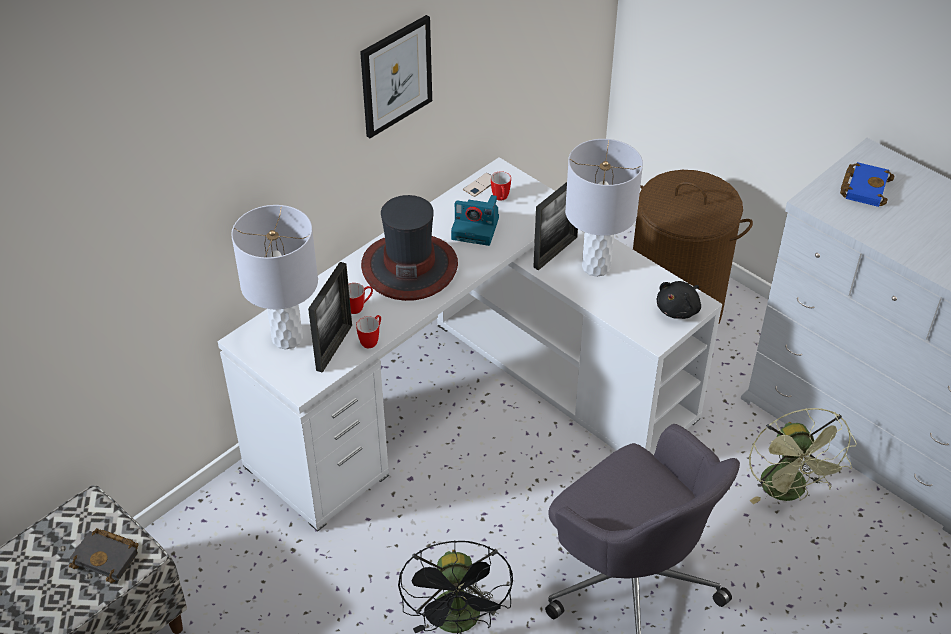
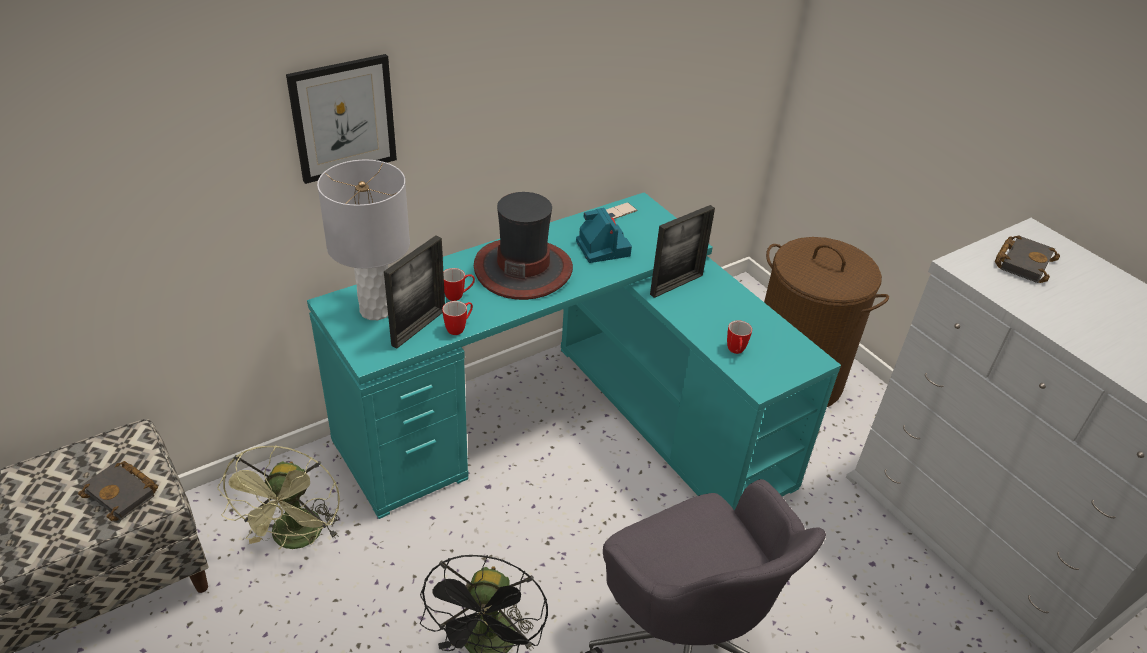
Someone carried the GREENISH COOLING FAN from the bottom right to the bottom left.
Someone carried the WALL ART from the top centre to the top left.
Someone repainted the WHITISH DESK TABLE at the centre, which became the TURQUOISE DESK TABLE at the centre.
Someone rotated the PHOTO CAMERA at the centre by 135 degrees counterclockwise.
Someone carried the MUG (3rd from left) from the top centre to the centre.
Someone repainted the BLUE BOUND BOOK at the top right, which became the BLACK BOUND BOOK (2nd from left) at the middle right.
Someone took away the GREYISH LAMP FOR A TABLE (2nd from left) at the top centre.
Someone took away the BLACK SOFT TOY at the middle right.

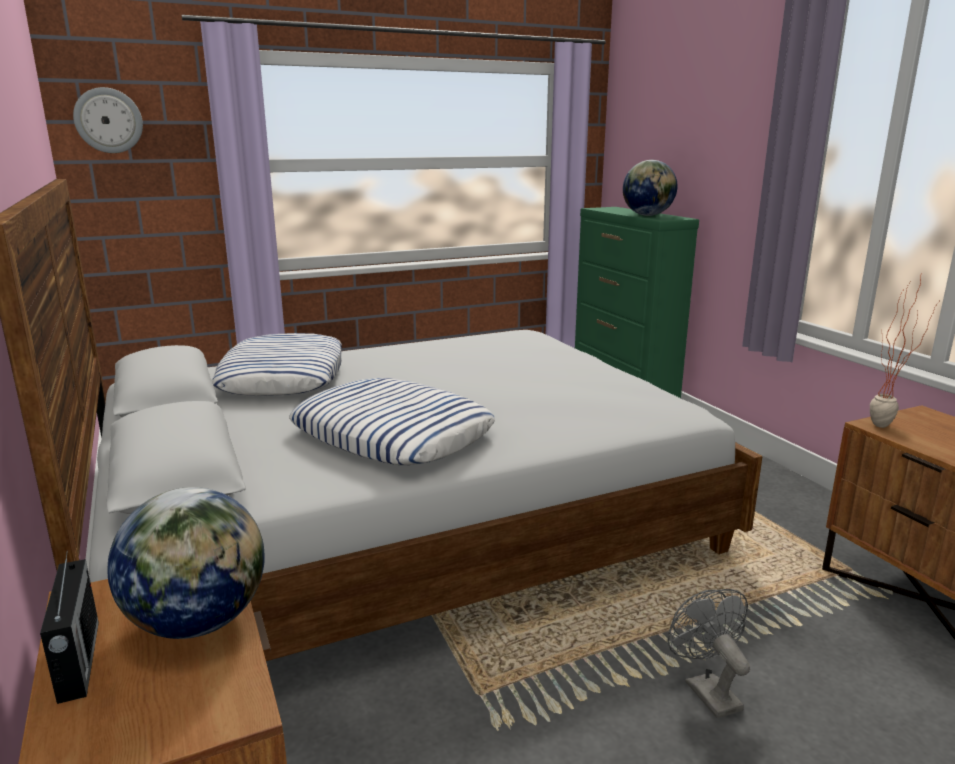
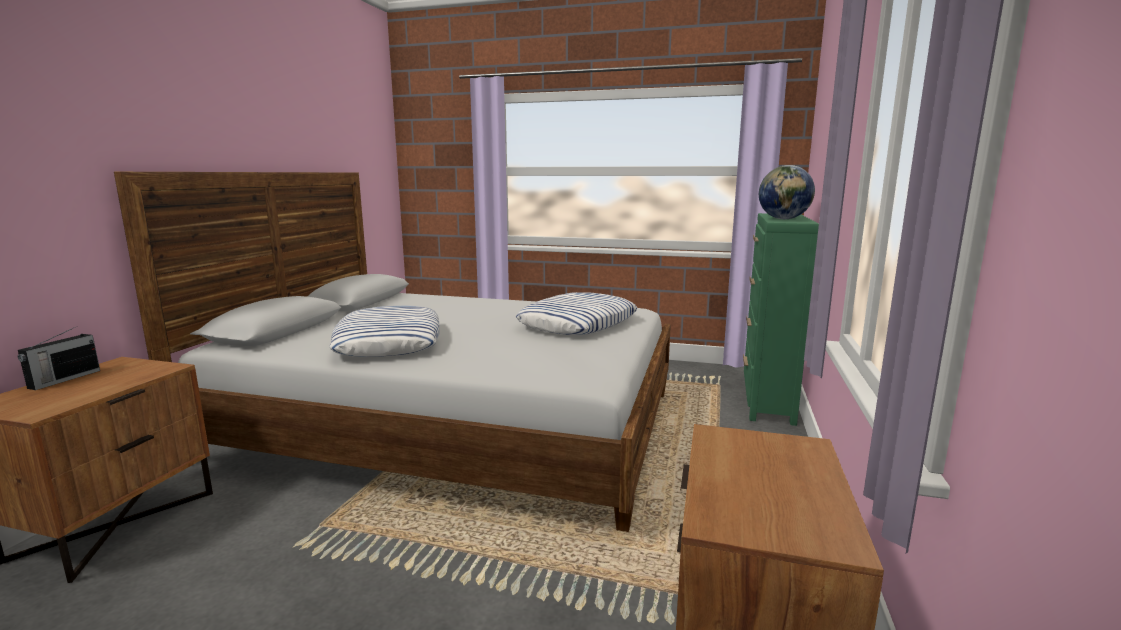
Someone carried the THROW PILLOW (1st from left in the first image) from the middle left to the centre.
Someone took away the CLOCK ON THE WALL at the top left.
Someone took away the WORLD GLOBE (1st from left) at the bottom left.
Someone took away the GREYISH COOLING FAN at the bottom right.
Someone took away the POTTED PLANT at the middle right.

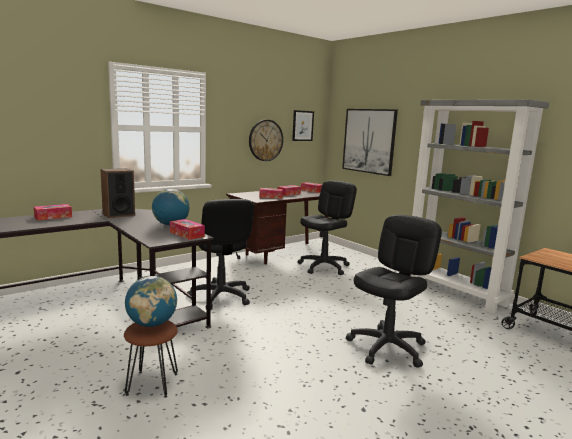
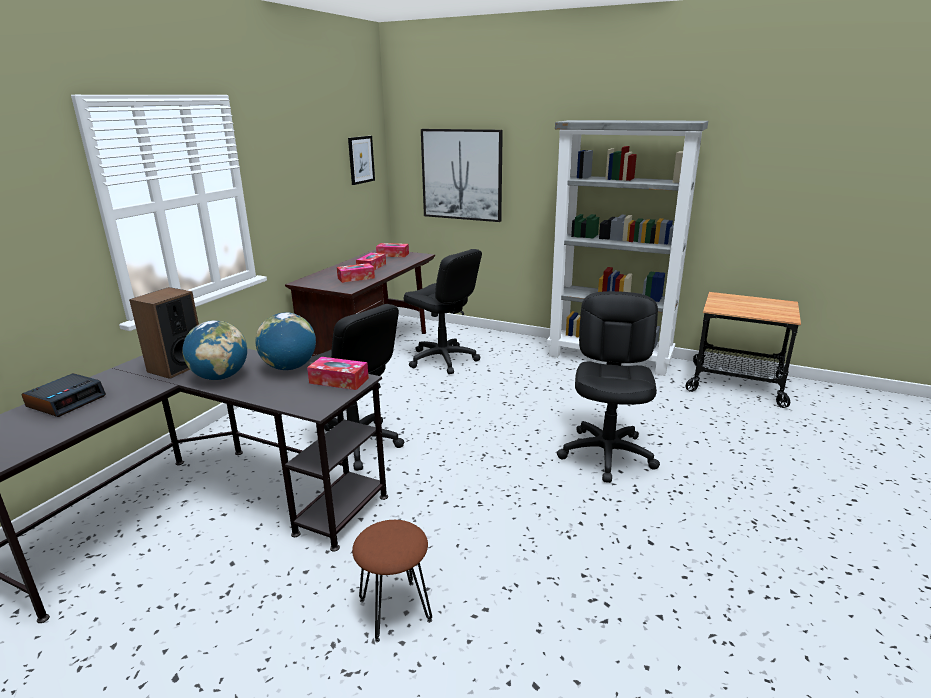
Someone swapped the TISSUE BOX (1st from left) at the middle left for the BEDSIDE CLOCK at the middle left.
Someone carried the WORLD GLOBE (1st from left) from the bottom left to the middle left.
Someone rotated the BLACK DESK CHAIR (2nd from left) at the centre by 120 degrees clockwise.
Someone took away the CLOCK ON THE WALL at the top centre.

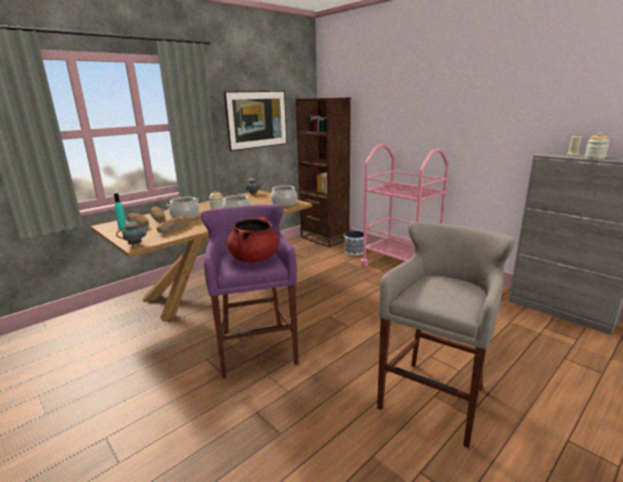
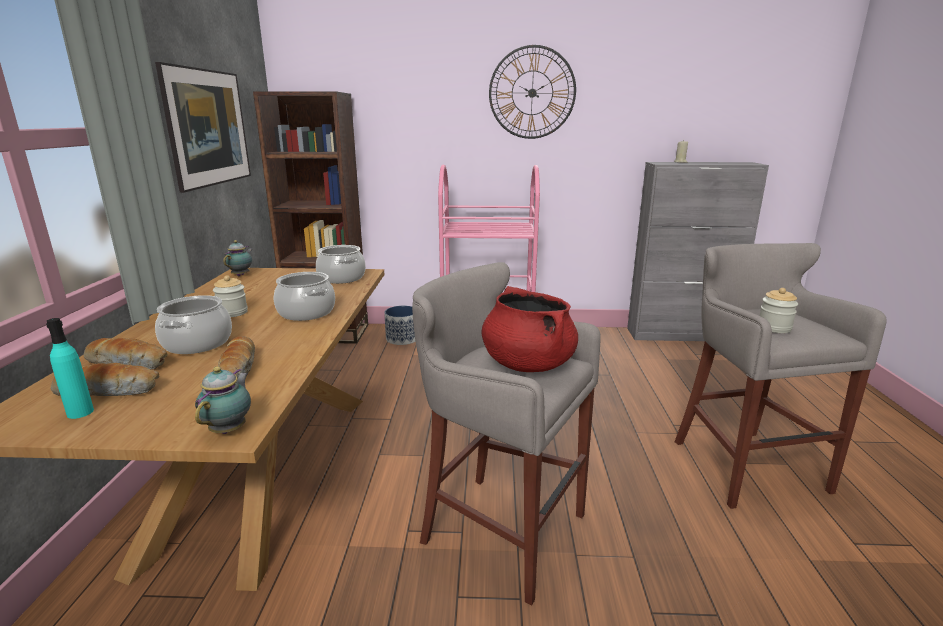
Someone repainted the PURPLE STOOL SEAT at the centre, which became the GREYISH STOOL SEAT (1st from left) at the bottom centre.
Someone put up the CLOCK ON THE WALL at the top centre.
Someone carried the PRESERVE JAR (2nd from left) from the top right to the middle right.

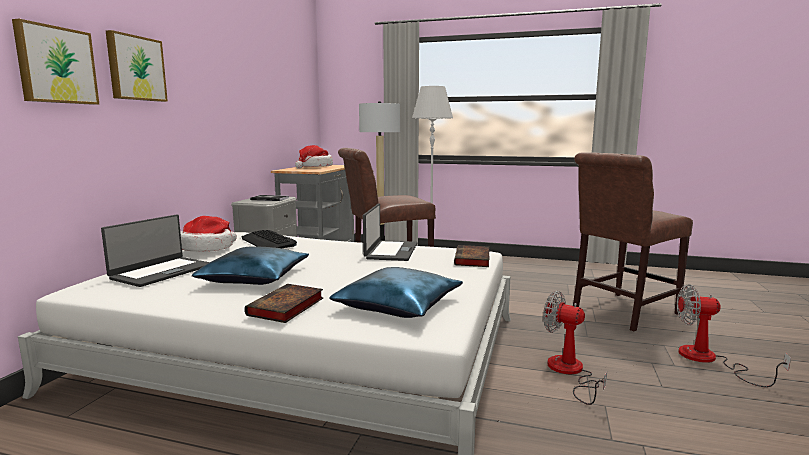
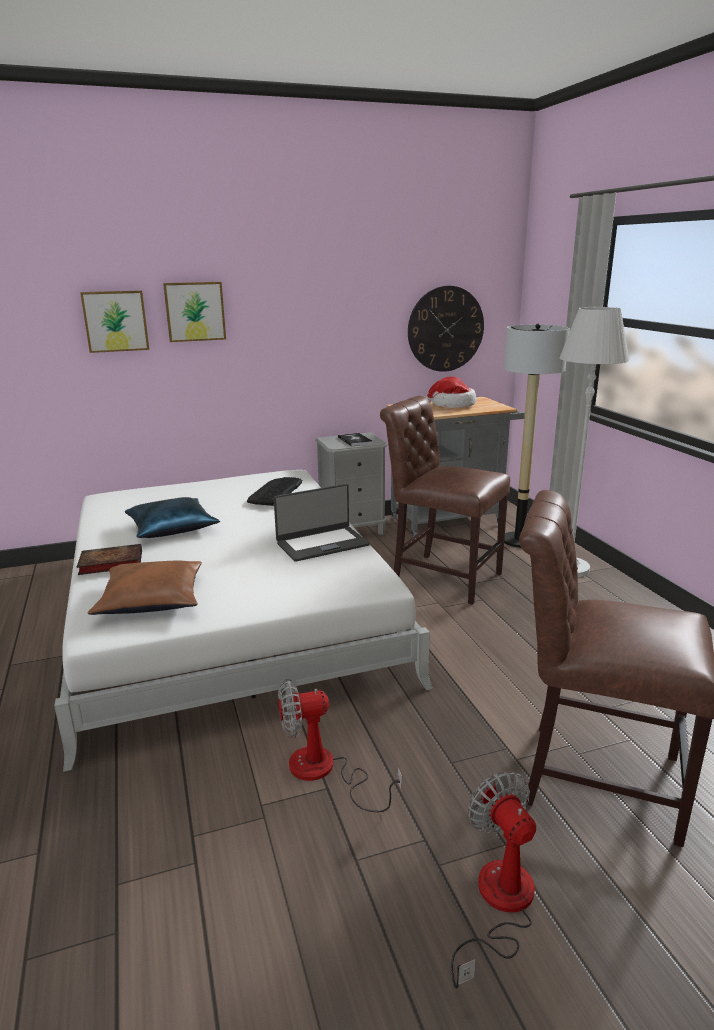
Someone repainted the BLUE THROW PILLOW (2nd from left) at the centre, which became the BROWNISH THROW PILLOW at the middle left.
Someone rotated the COOLING FAN (1st from left) at the bottom right by 105 degrees counterclockwise.
Someone put up the CLOCK ON THE WALL at the top centre.
Someone took away the LAPTOP (1st from left) at the middle left.
Someone took away the WEARABLE HAT (1st from left) at the middle left.
Someone took away the BOUND BOOK (3rd from left) at the centre.

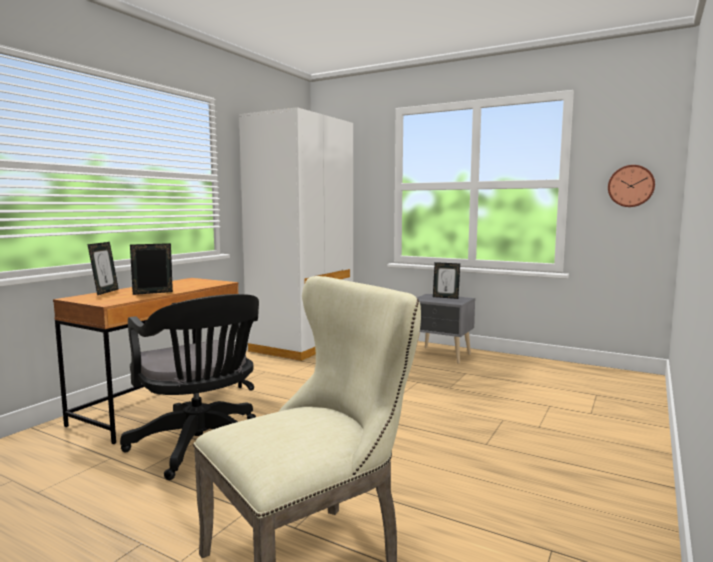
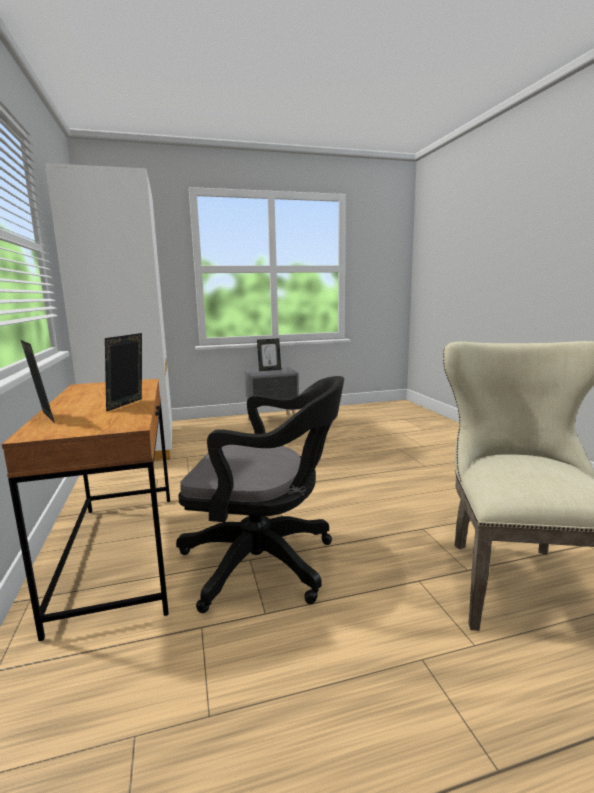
Someone took away the CLOCK ON THE WALL at the top right.

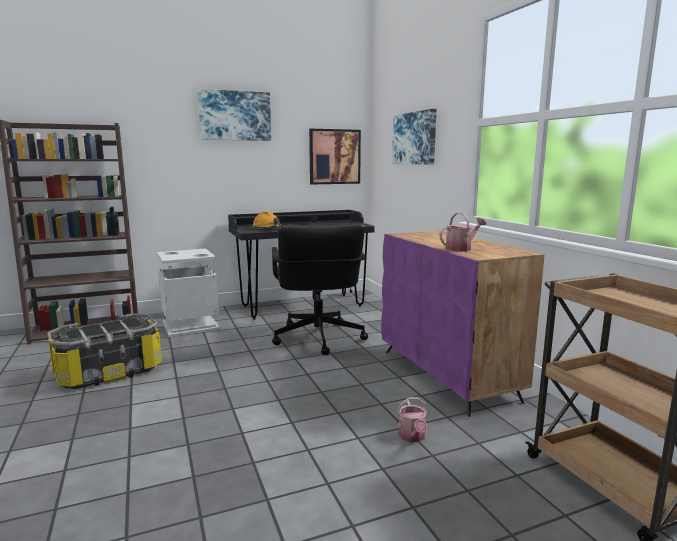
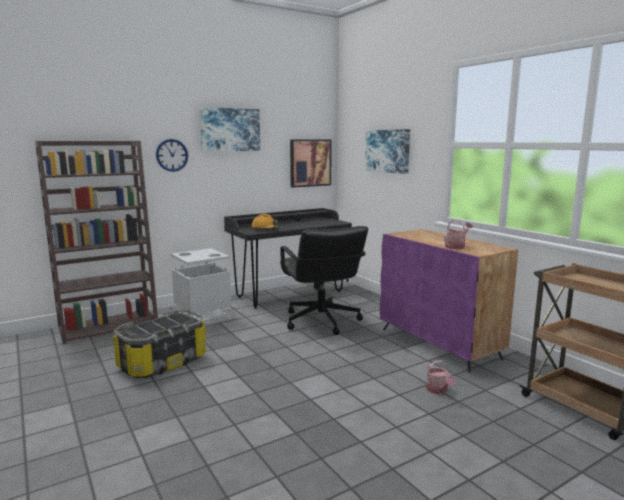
Someone put up the CLOCK ON THE WALL at the top left.

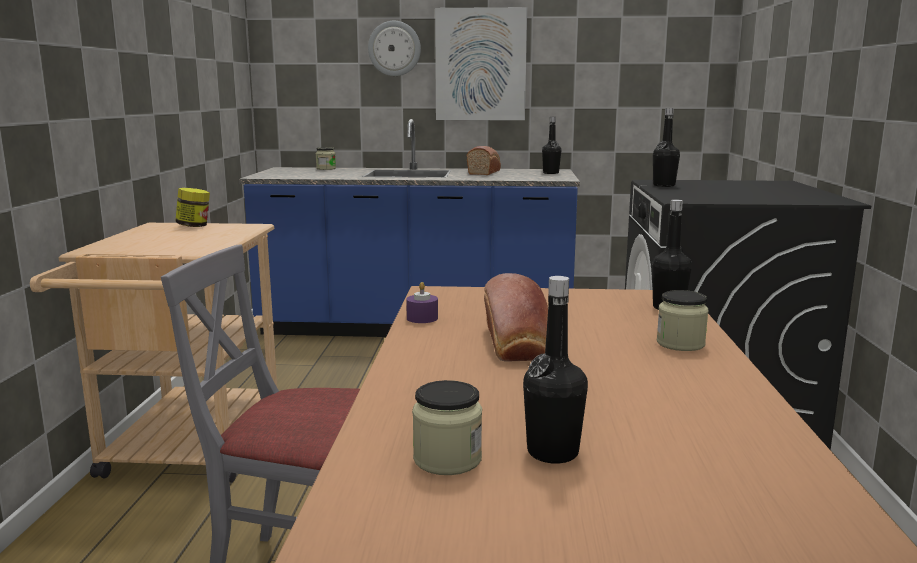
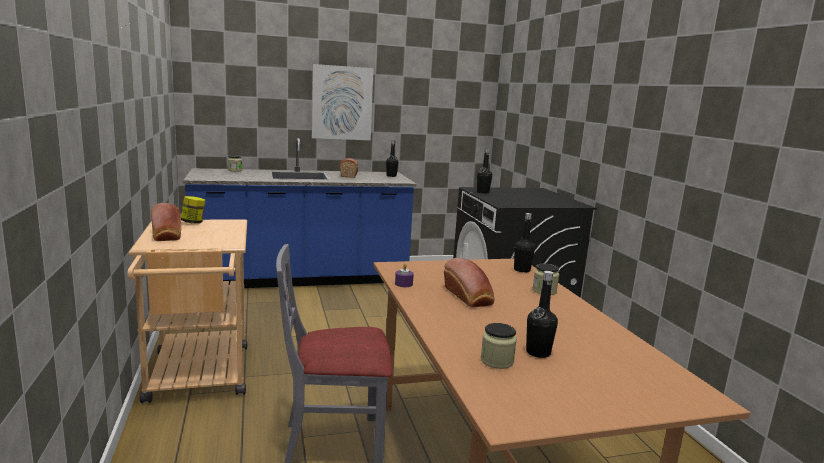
Someone put down the BAKED BREAD (1st from left) at the middle left.
Someone took away the CLOCK ON THE WALL at the top centre.

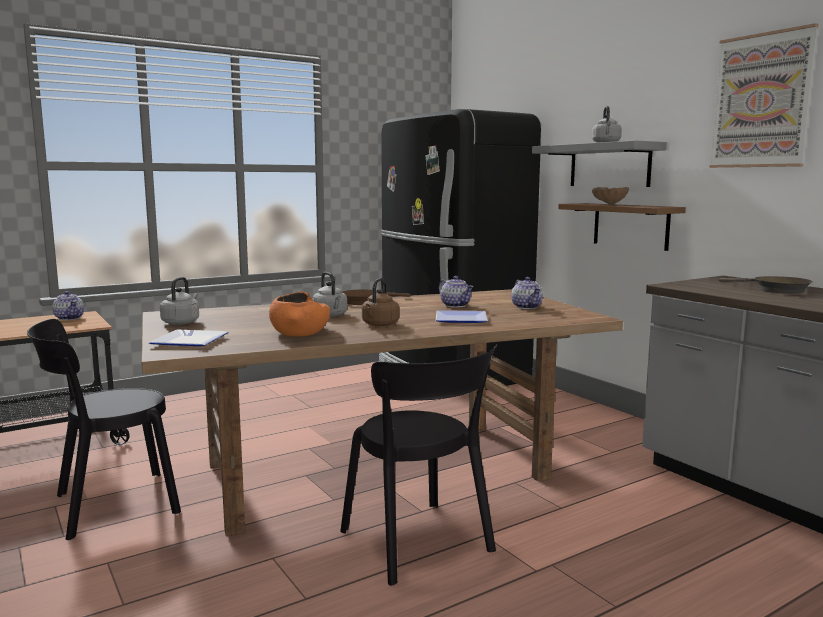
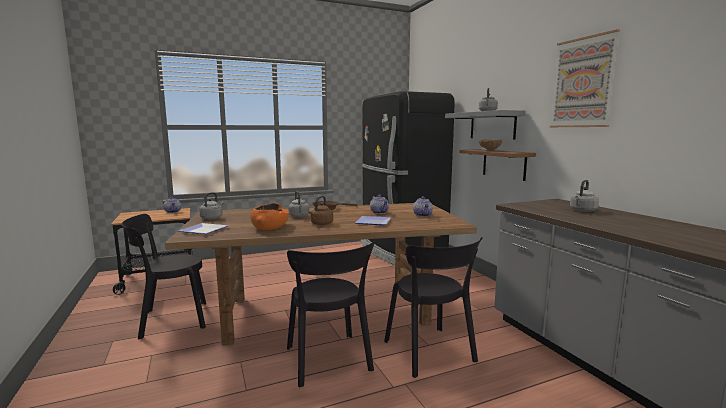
Someone put down the BLACK PLAIN CHAIR (3rd from left) at the bottom centre.
Someone swapped the BROWNISH FRYING PAN (2nd from left) at the middle right for the GREYISH WATER KETTLE (4th from left) at the middle right.

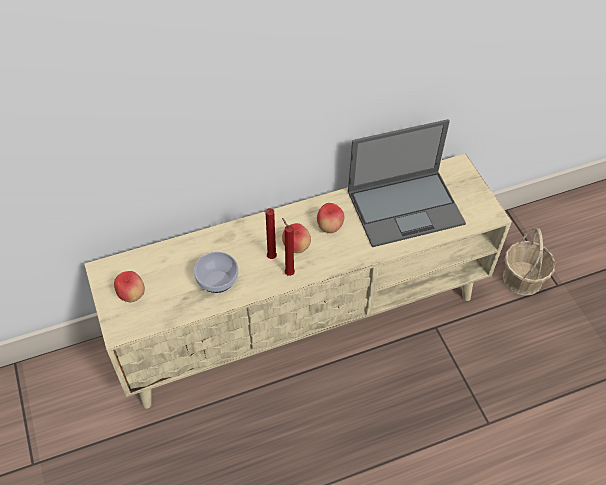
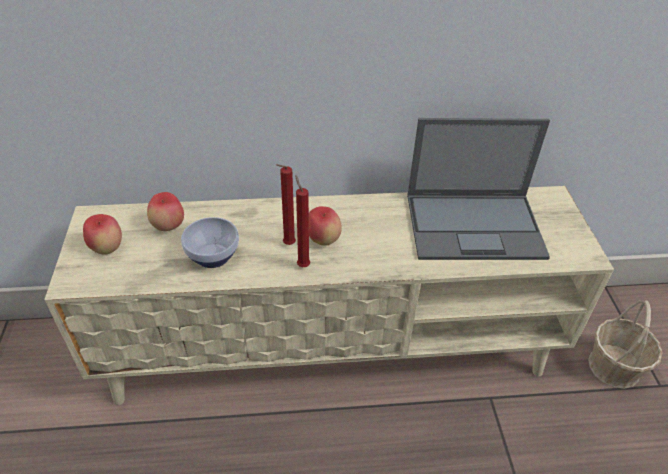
Someone carried the WHOLE APPLE (3rd from left in the first image) from the centre to the middle left.

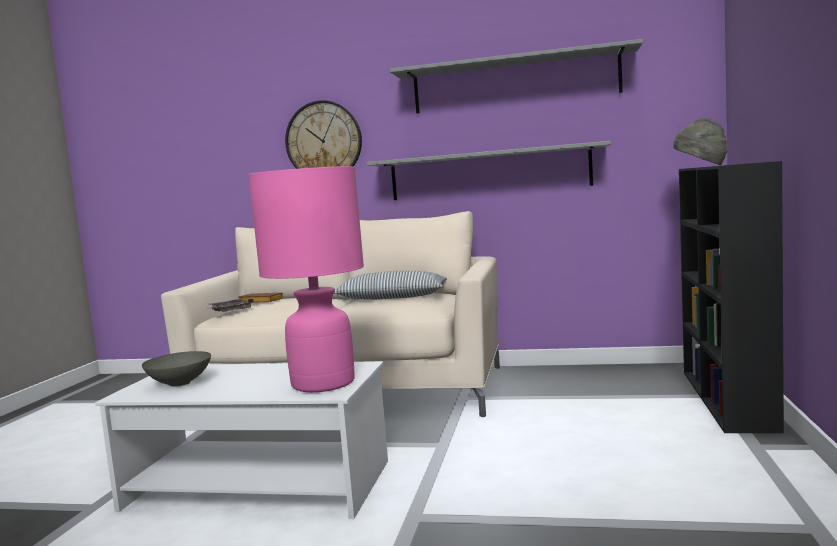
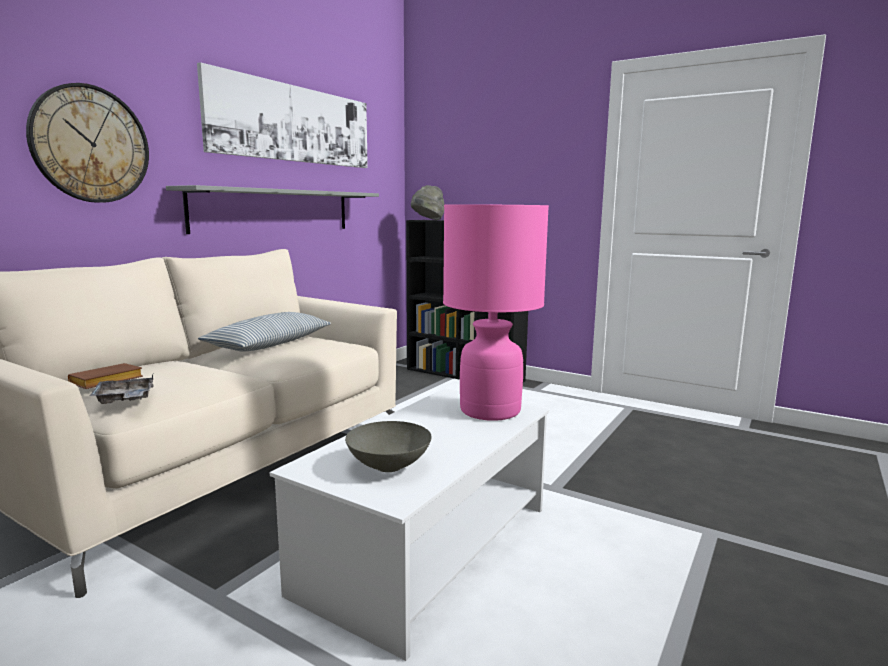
Someone swapped the GREYISH SHELF (2nd from left) at the top centre for the WALL ART at the top left.

